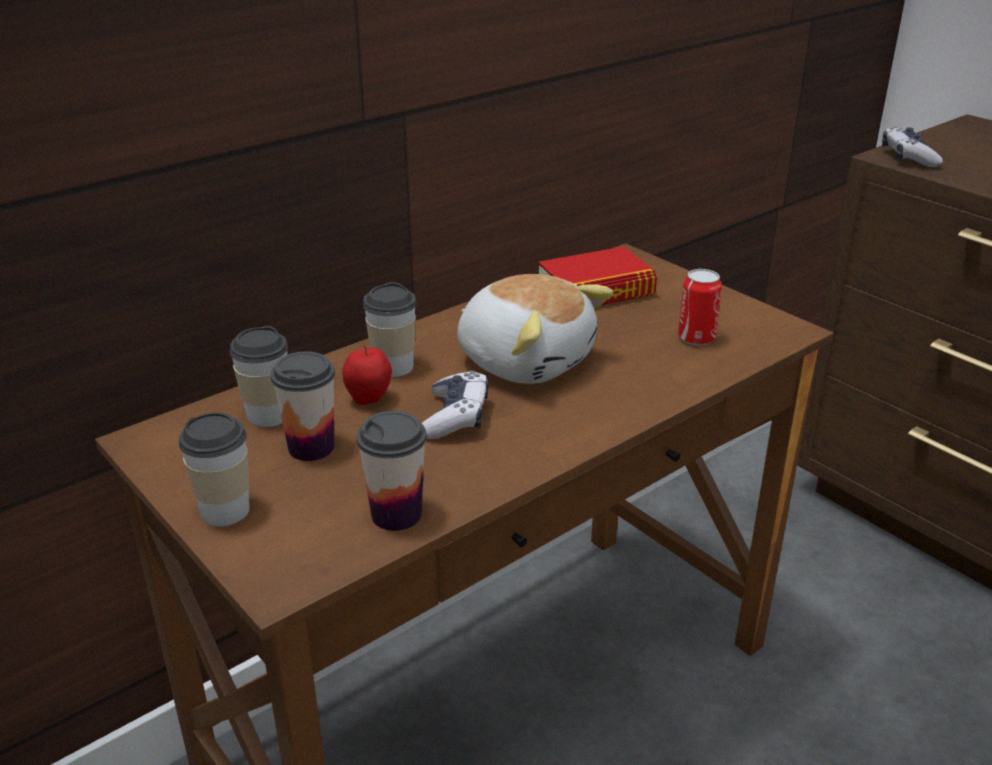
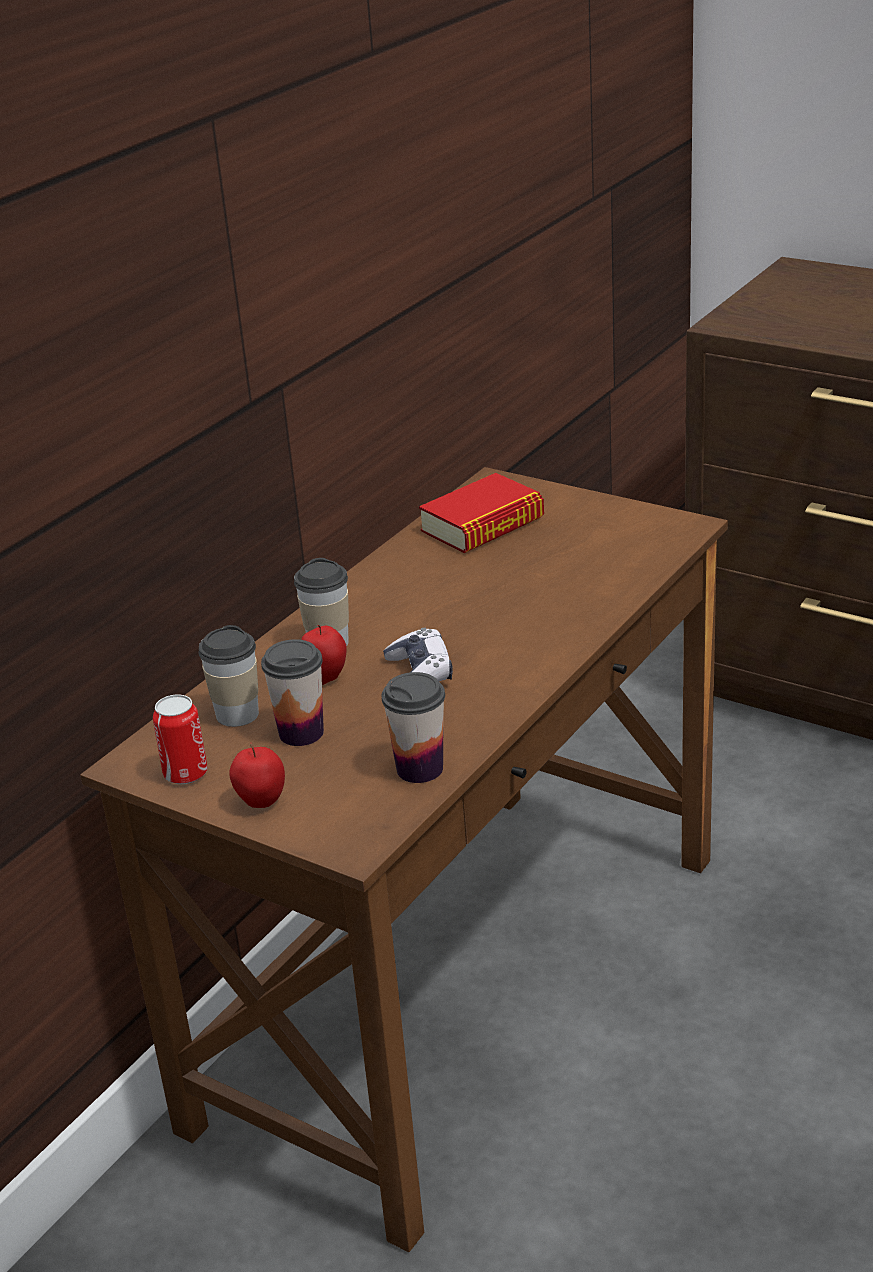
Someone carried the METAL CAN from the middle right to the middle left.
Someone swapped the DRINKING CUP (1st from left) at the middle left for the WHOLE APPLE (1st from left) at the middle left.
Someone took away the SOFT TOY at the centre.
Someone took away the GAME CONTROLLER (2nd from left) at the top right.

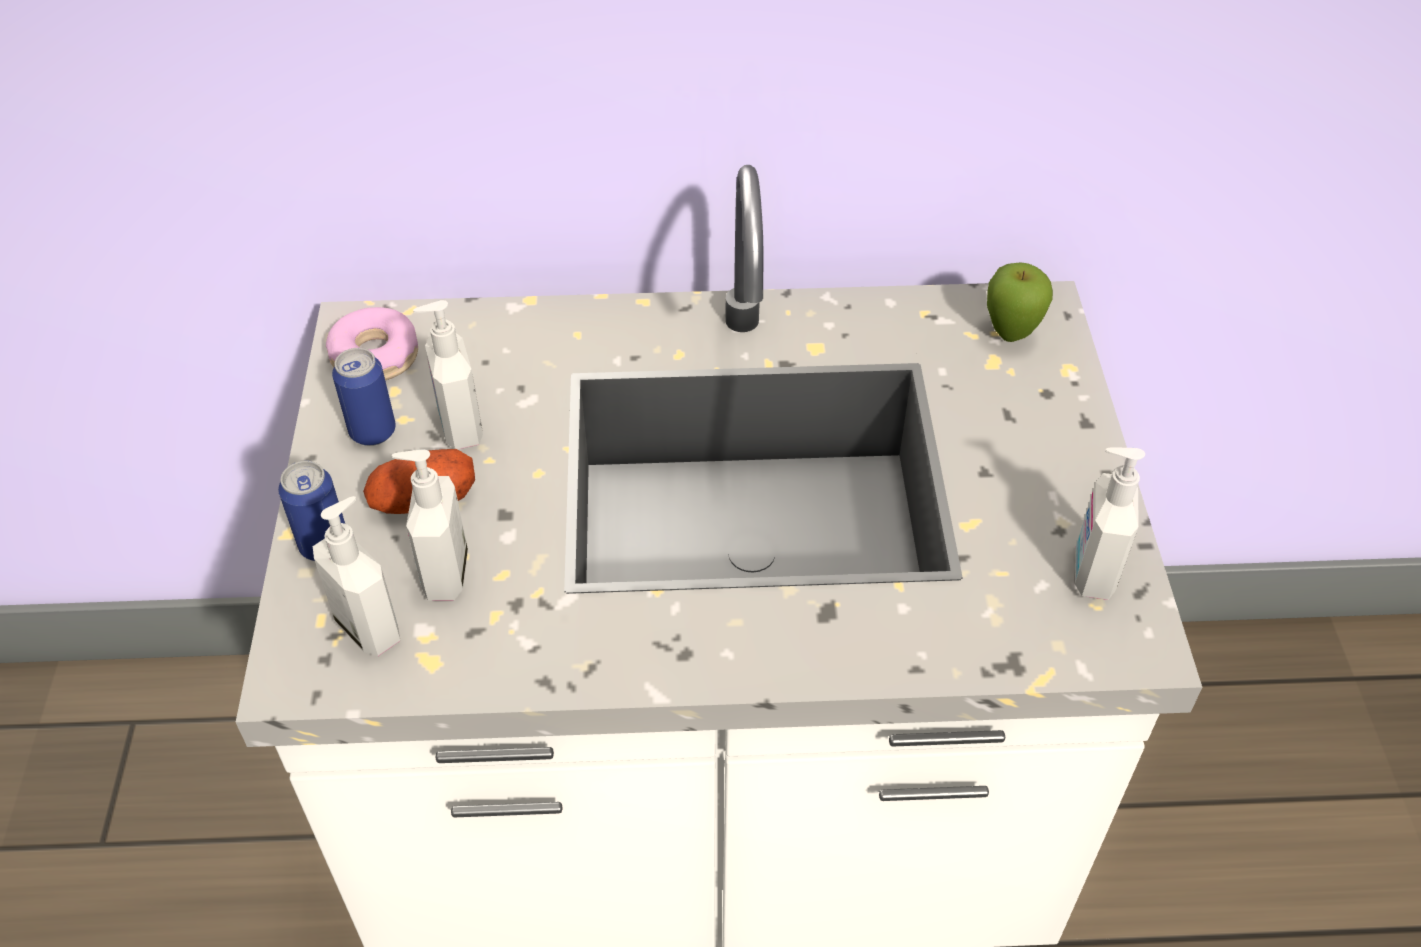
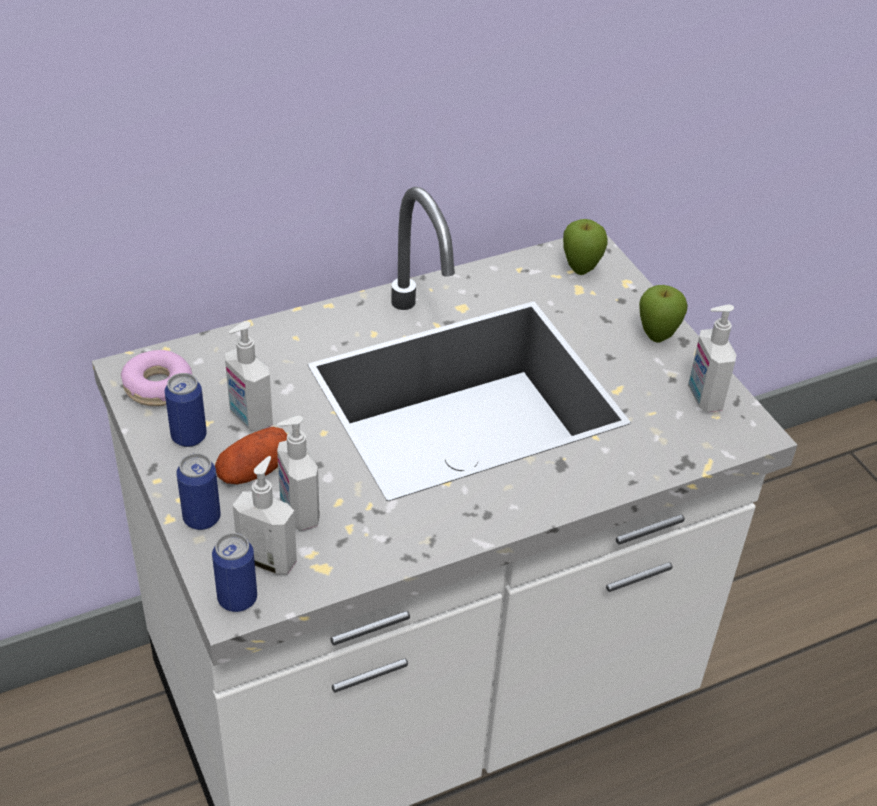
Someone put down the METAL CAN (3rd from left) at the bottom left.
Someone put down the WHOLE APPLE (2nd from left) at the middle right.

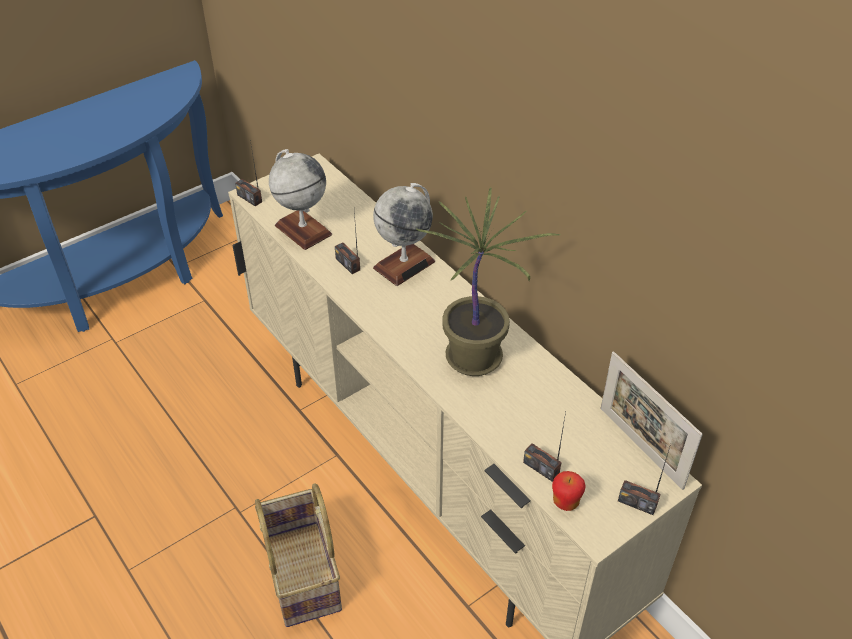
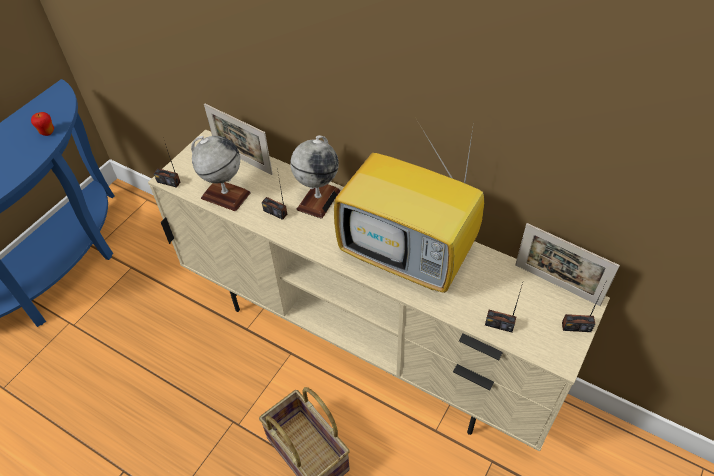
Someone carried the WHOLE APPLE from the bottom right to the top left.
Someone put down the STANDING FRAME (1st from left) at the top centre.
Someone swapped the POTTED PLANT at the centre for the TV at the centre.

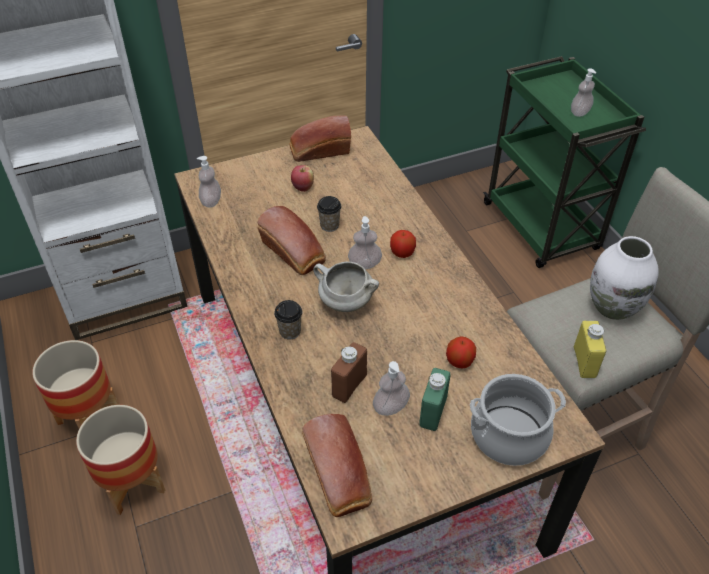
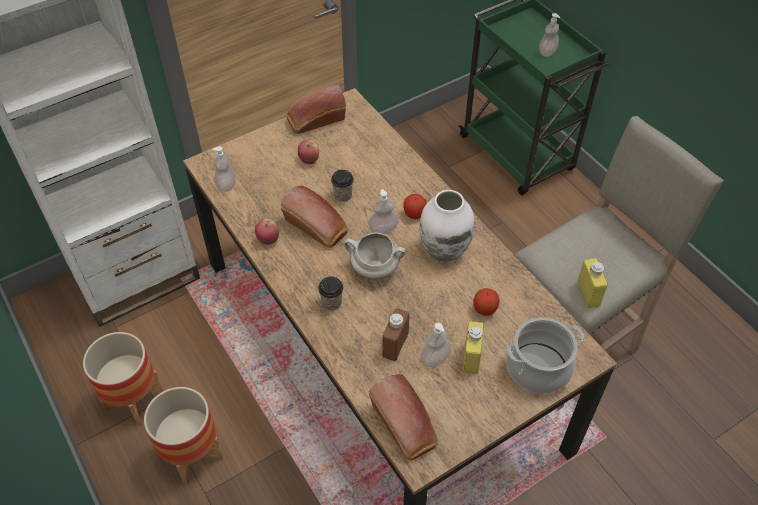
Someone put down the WHOLE APPLE (1st from left) at the centre.
Someone carried the WHITISH DECORATIVE VASE from the middle right to the centre.
Someone repainted the GREENISH DRINK BOTTLE at the bottom centre, which became the YELLOW DRINK BOTTLE (1st from left) at the bottom centre.

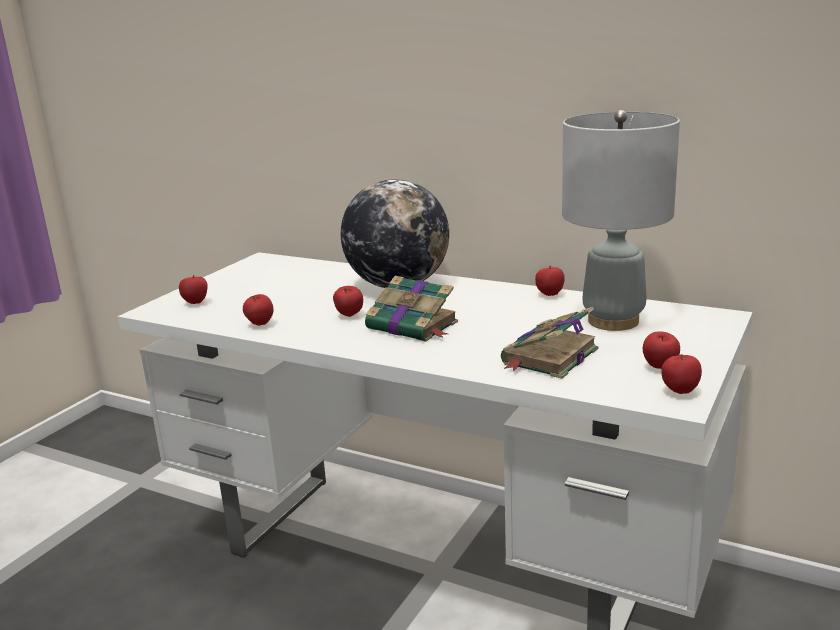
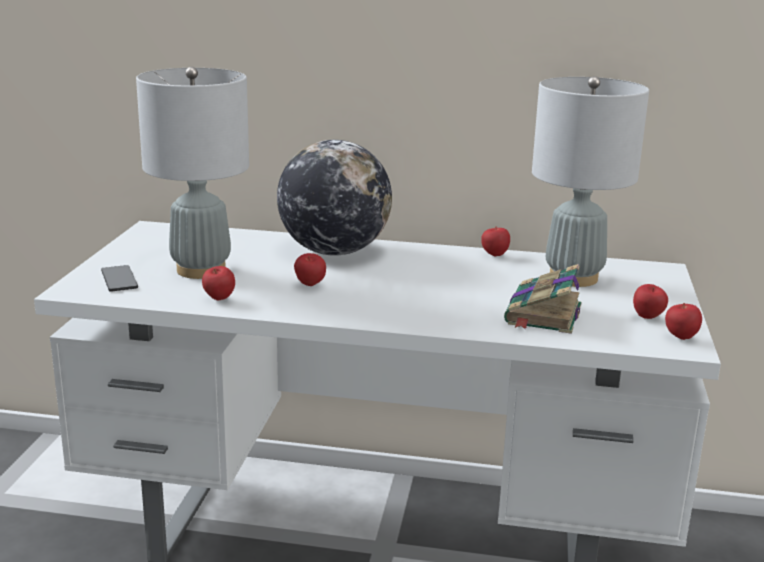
Someone swapped the WHOLE APPLE (1st from left) at the middle left for the TELEPHONE at the middle left.
Someone put down the GREYISH LAMP FOR A TABLE (1st from left) at the top left.
Someone took away the BOUND BOOK (1st from left) at the centre.

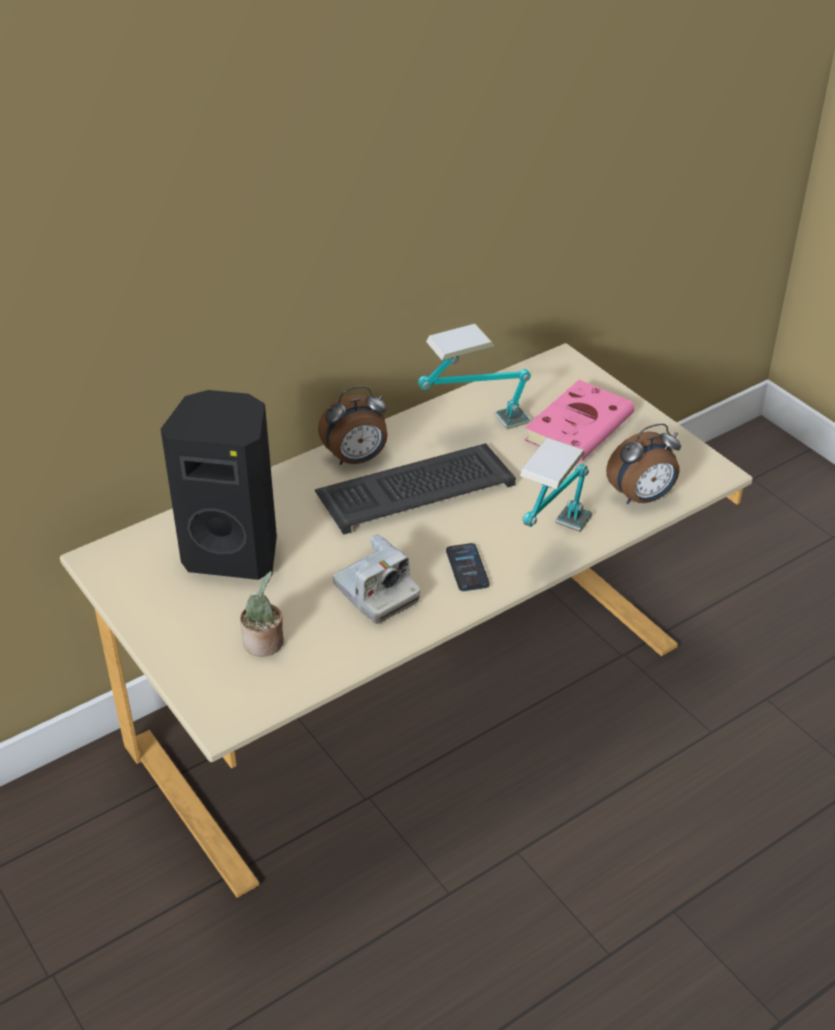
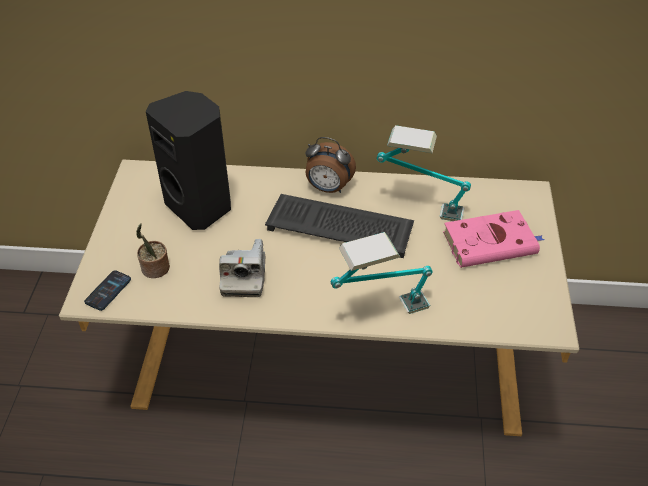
Someone carried the TELEPHONE from the centre to the middle left.
Someone took away the BEDSIDE CLOCK (2nd from left) at the middle right.

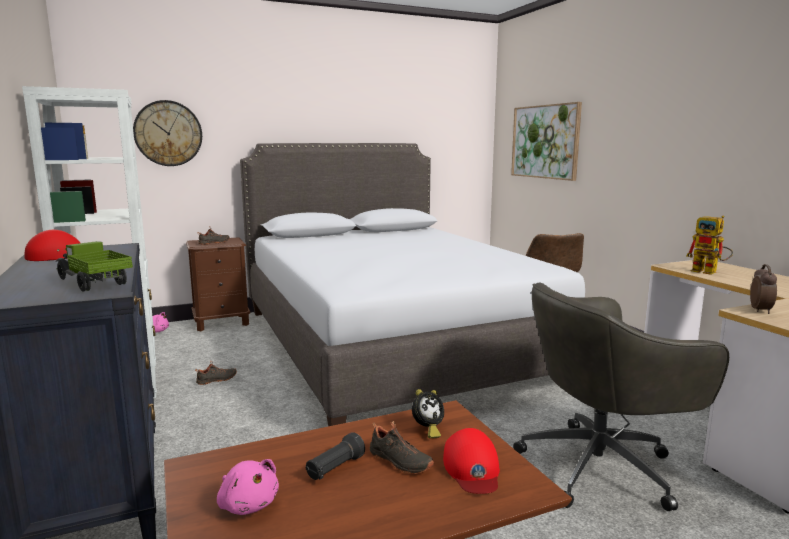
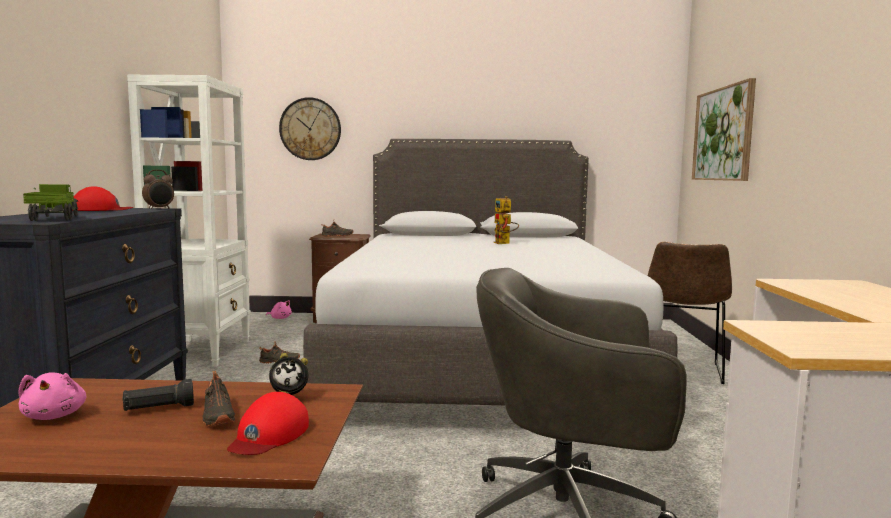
Someone carried the BEDSIDE CLOCK (2nd from left in the first image) from the middle right to the middle left.
Someone carried the MODEL ROBOT from the middle right to the centre.

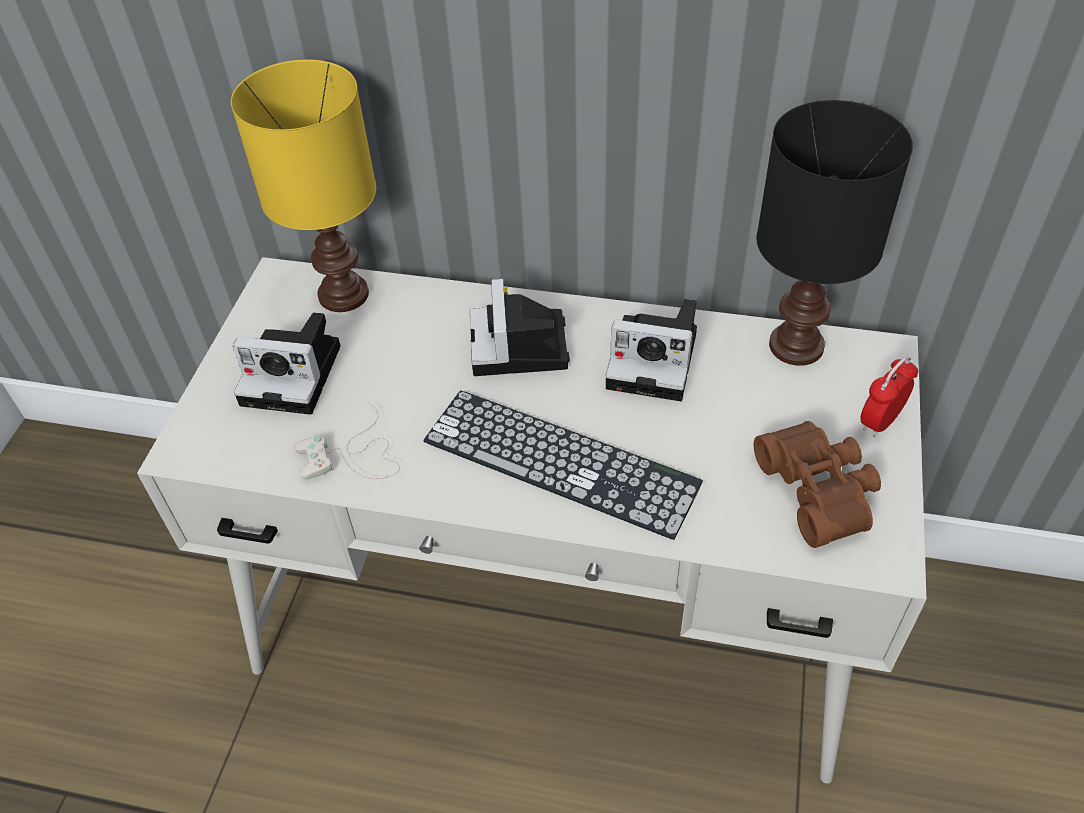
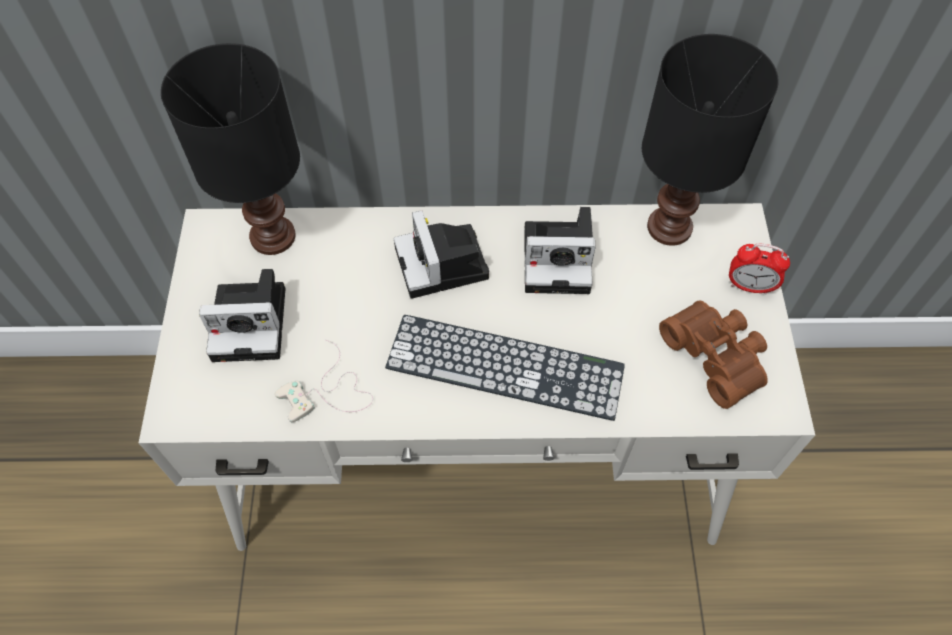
Someone repainted the YELLOW LAMP FOR A TABLE at the top left, which became the BLACK LAMP FOR A TABLE (1st from left) at the top left.
Someone rotated the BEDSIDE CLOCK at the middle right by 105 degrees counterclockwise.

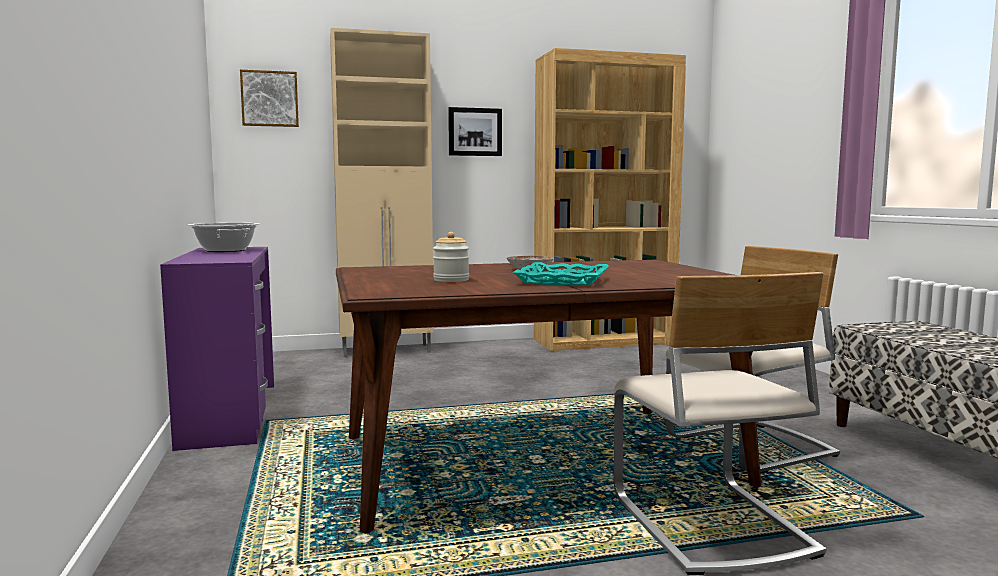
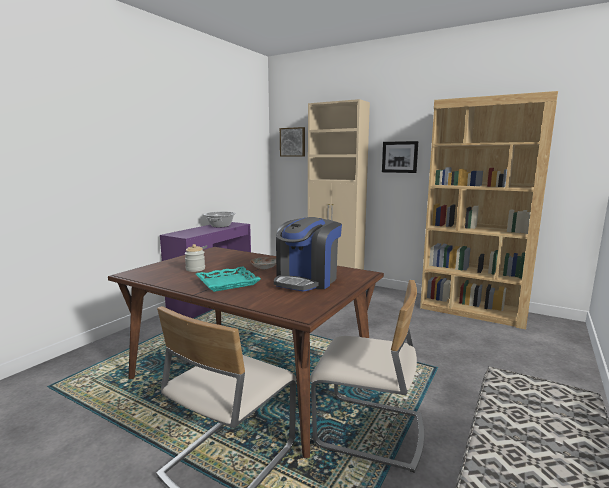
Someone put down the COFFEE MACHINE at the centre.

